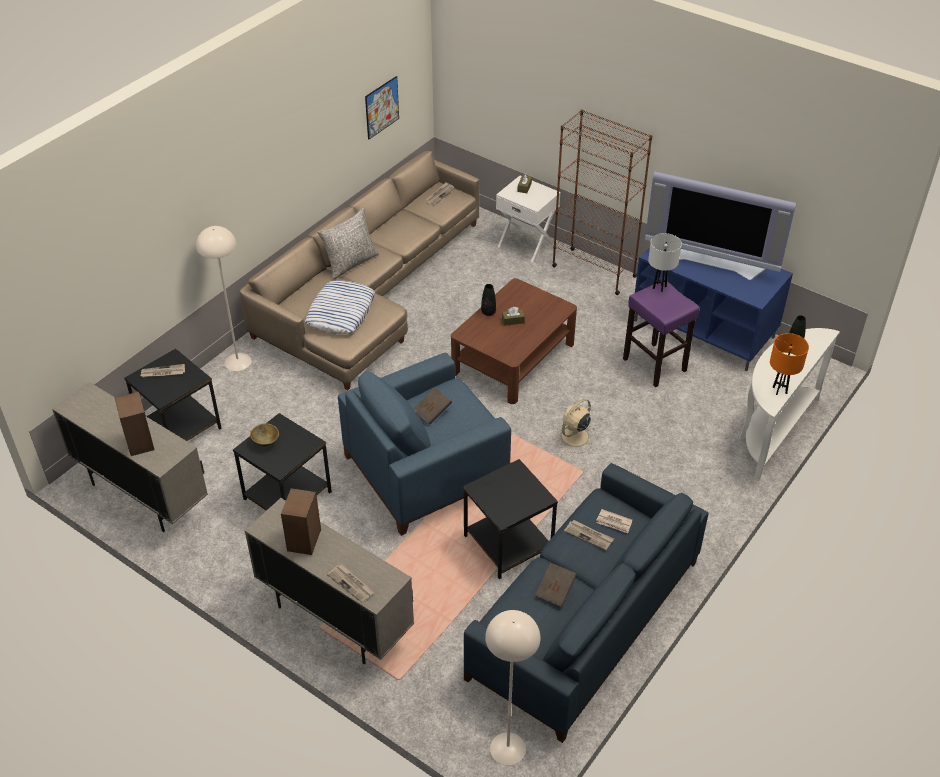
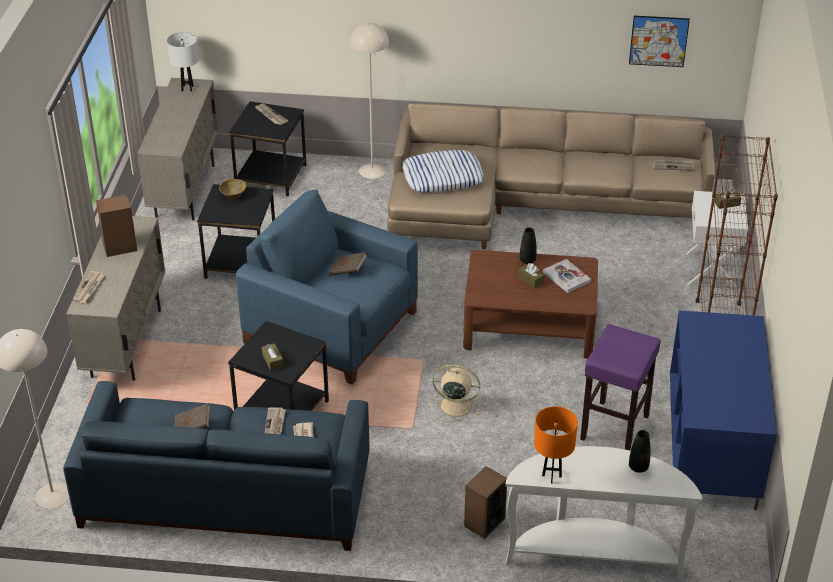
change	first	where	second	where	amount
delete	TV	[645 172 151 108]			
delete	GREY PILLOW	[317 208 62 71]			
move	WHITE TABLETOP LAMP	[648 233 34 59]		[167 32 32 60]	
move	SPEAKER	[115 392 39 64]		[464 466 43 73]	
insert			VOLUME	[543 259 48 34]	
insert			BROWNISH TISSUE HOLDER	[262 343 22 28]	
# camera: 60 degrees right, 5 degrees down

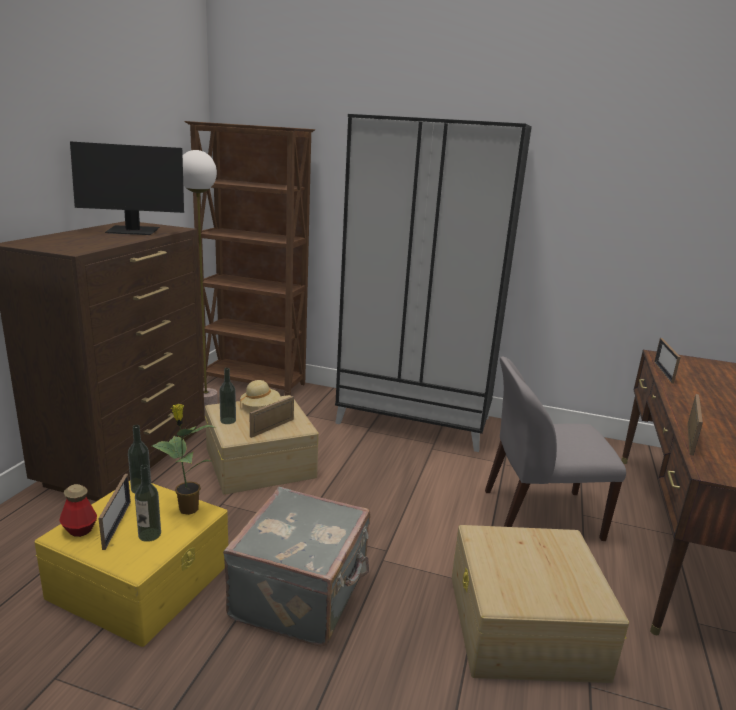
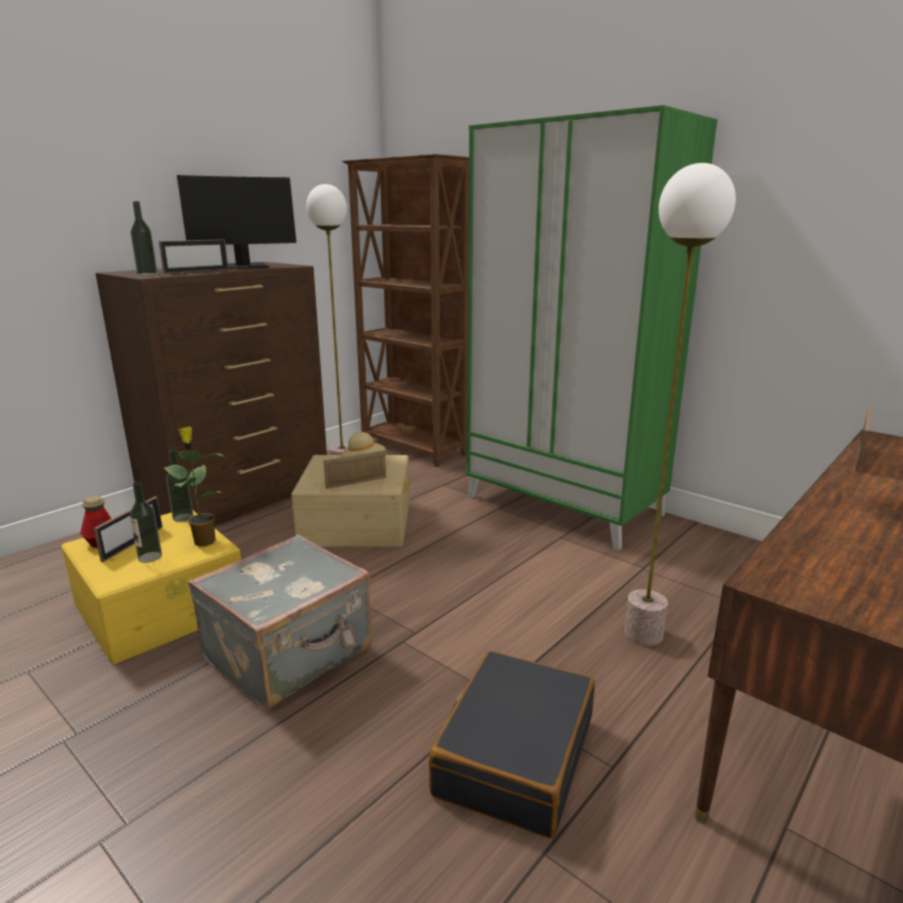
change	first	where	second	where	amount
recolor	BLACKISH ARMOIRE	[335 114 197 338]	GREENISH ARMOIRE	[466 105 252 445]	
rotate	COMPUTER SCREEN	[70 141 114 94]		[177 175 119 94]	45 degrees counterclockwise
replace	GREY CHAIR	[485 357 141 184]	FLOOR LAMP	[624 163 112 483]	
move	BOTTLE	[219 368 17 56]		[130 201 27 74]	
move	STANDING FRAME	[687 394 16 62]		[159 239 69 35]	
replace	BEIGE STORAGE BOX	[452 525 177 158]	BLACKISH TRAVEL CASE	[429 651 166 188]	
# camera: 25 degrees right, 0 degrees up

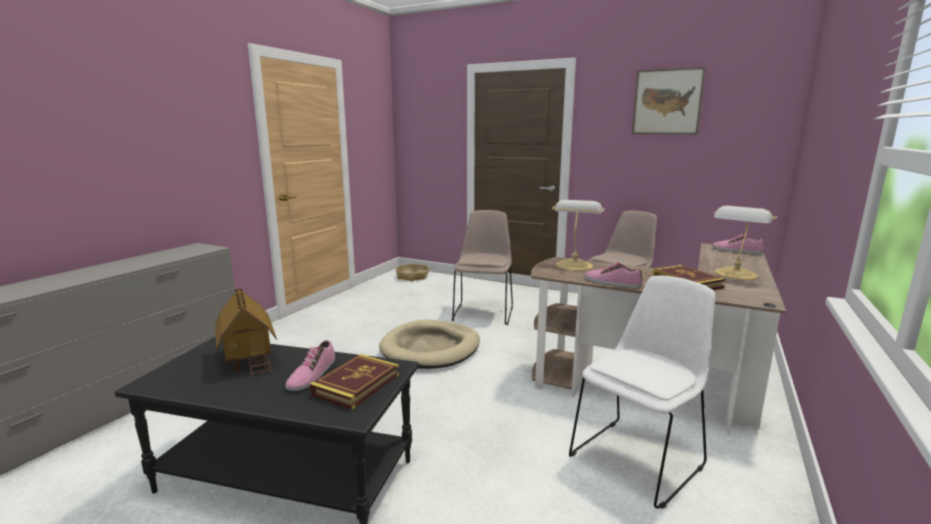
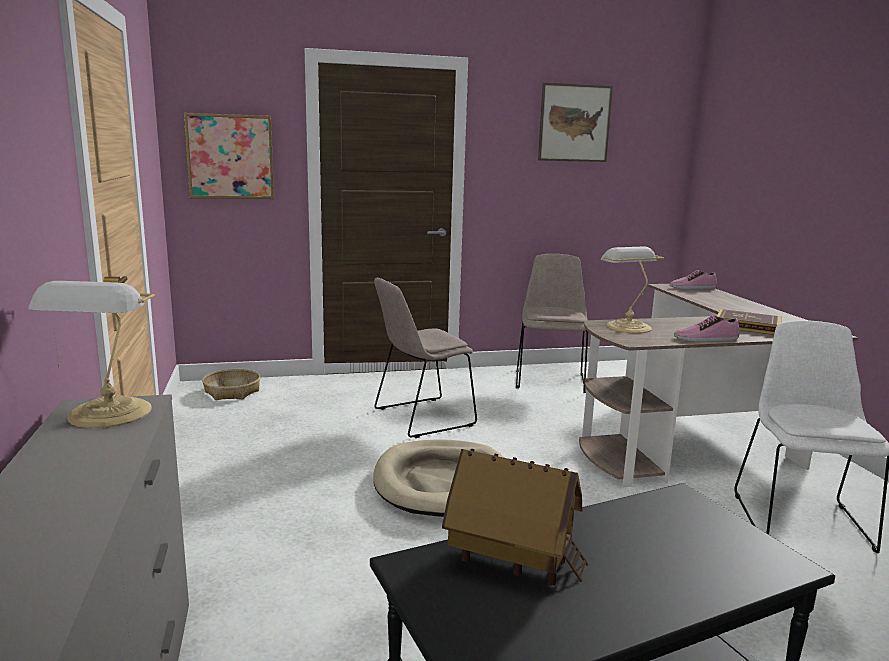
change	first	where	second	where	amount
move	TABLETOP LAMP	[713 206 64 74]		[28 281 127 147]	
rotate	BEIGE CHAIR	[452 210 61 115]		[374 278 103 160]	90 degrees counterclockwise
delete	SHOE	[285 340 50 51]			
delete	VOLUME	[310 354 89 56]			
insert			WALL ART	[184 113 90 86]	
# camera: 40 degrees left, 0 degrees up

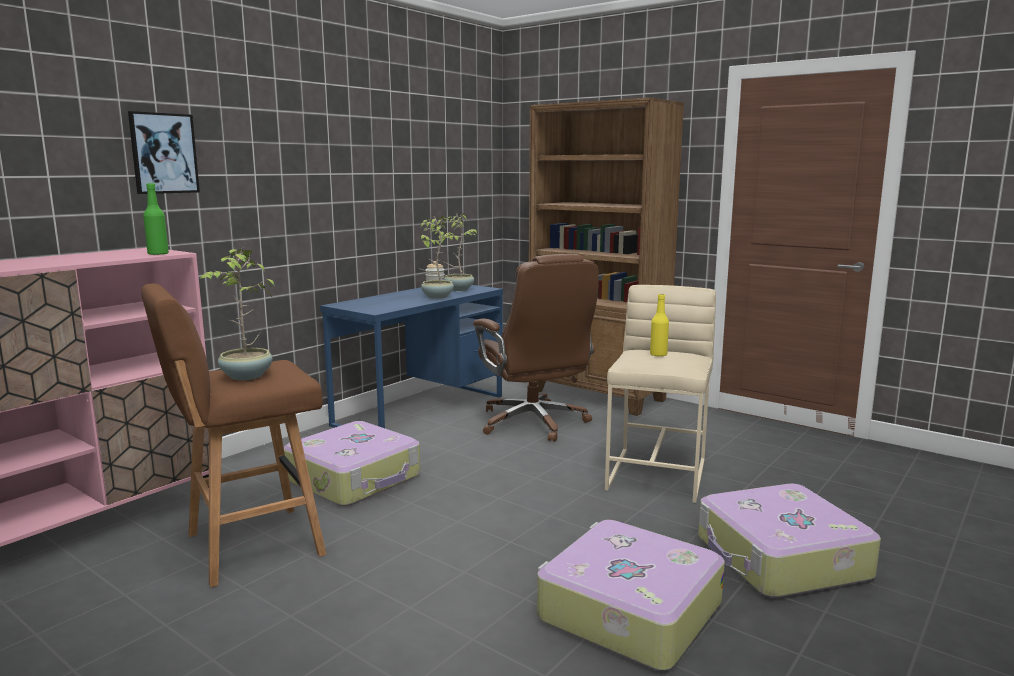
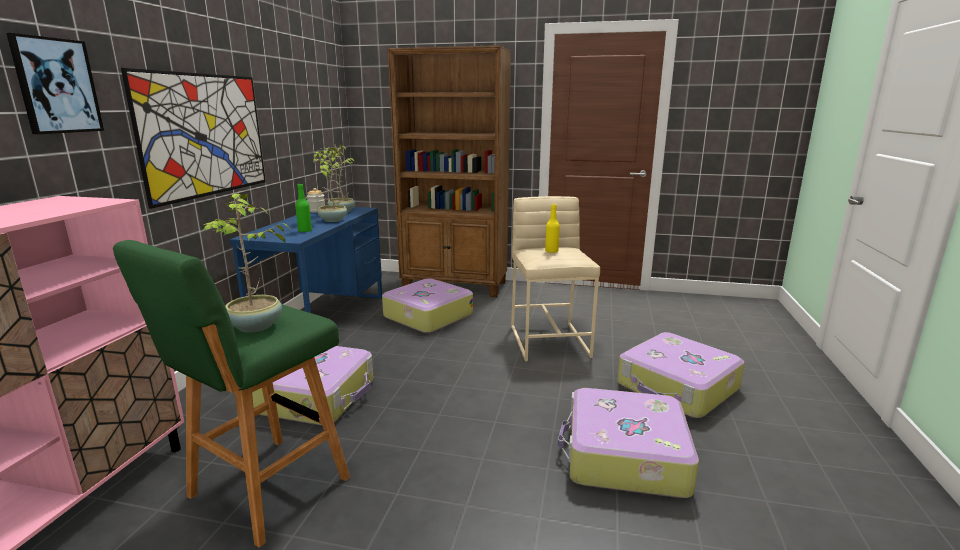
change	first	where	second	where	amount
move	GREENISH BOTTLE	[143 183 26 72]		[295 184 17 48]	
replace	BROWNISH COMPUTER CHAIR	[473 254 126 188]	TRAVEL CASE	[382 278 91 55]	
recolor	BROWNISH STOOL SEAT	[141 284 185 303]	GREENISH STOOL SEAT	[113 240 237 308]	
insert			WALL ART	[121 68 145 141]	
# camera: 25 degrees left, 5 degrees up

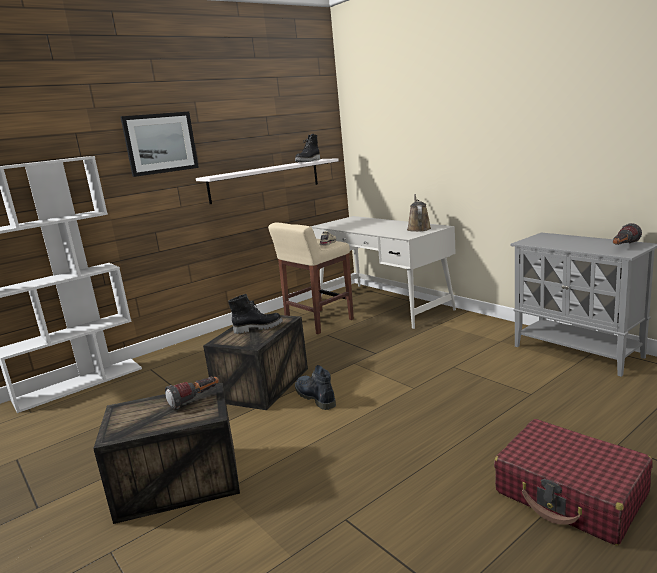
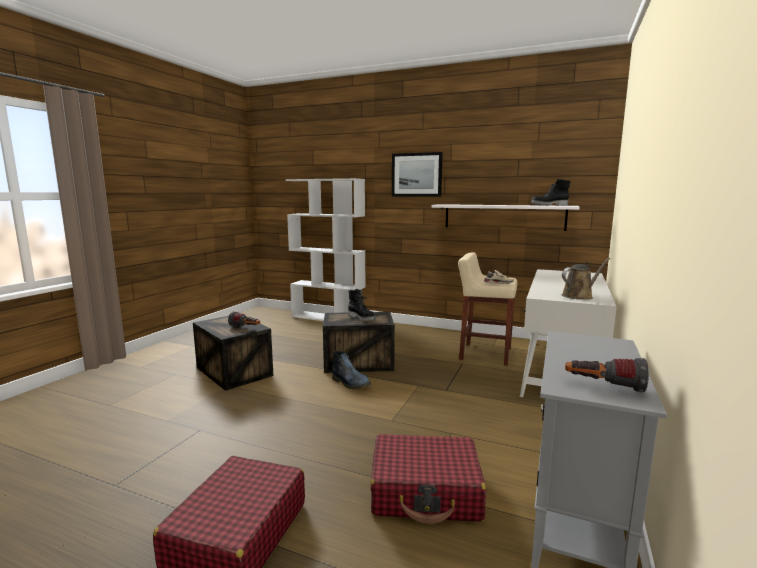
change	first	where	second	where	amount
rotate	HIGH-TOP BOOT	[295 365 41 45]		[332 351 39 38]	105 degrees clockwise
insert			REDDISH TRAVEL CASE	[370 434 116 90]	
# camera: 60 degrees right, 5 degrees down

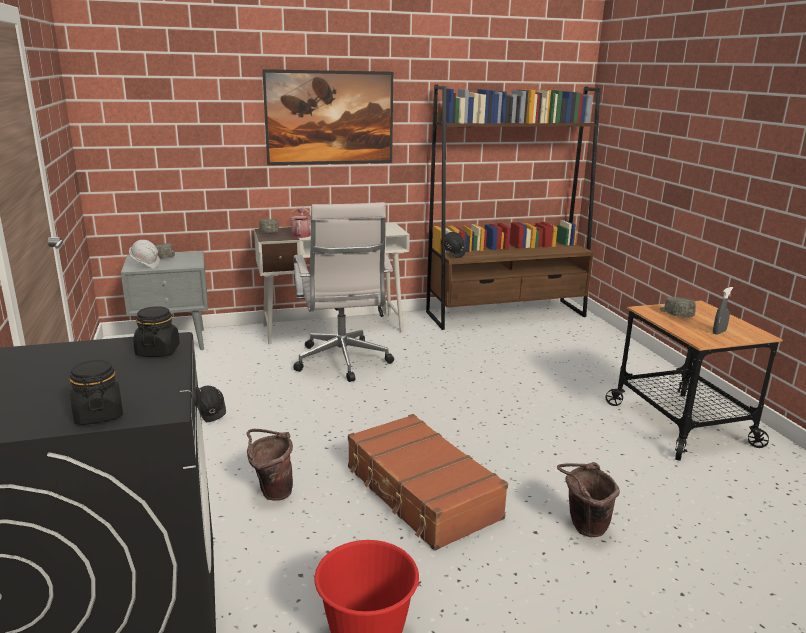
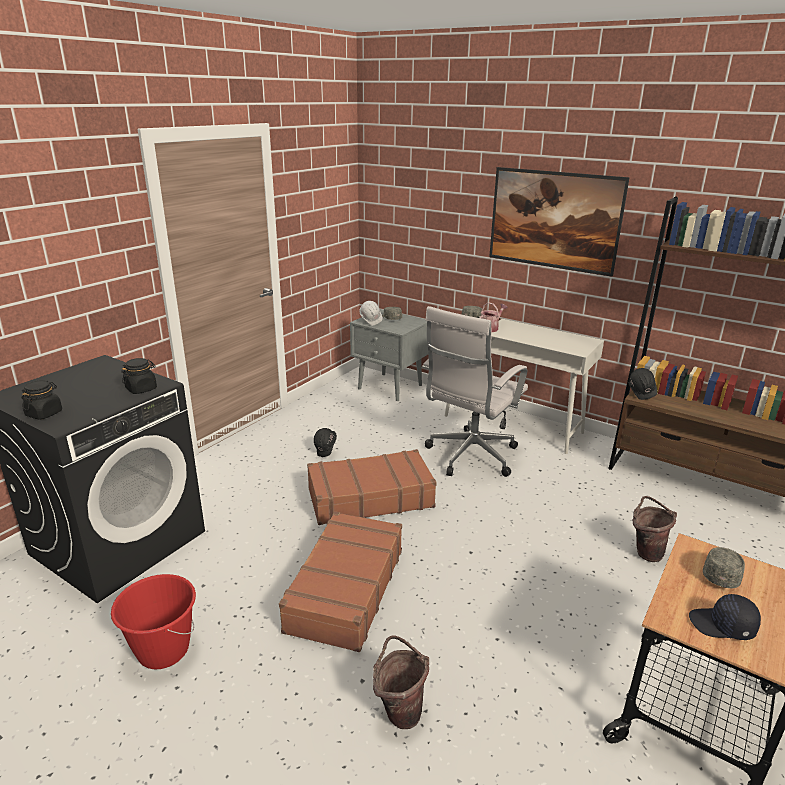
change	first	where	second	where	amount
replace	GREY HAND SPRAYER	[713 287 20 48]	BLACKISH CAP	[689 594 72 46]	
move	BROWNISH WATER BUCKET	[247 429 46 72]		[633 496 44 66]	
insert			BROWNISH TRAVEL CASE	[307 449 130 76]	
# camera: 50 degrees right, 5 degrees up

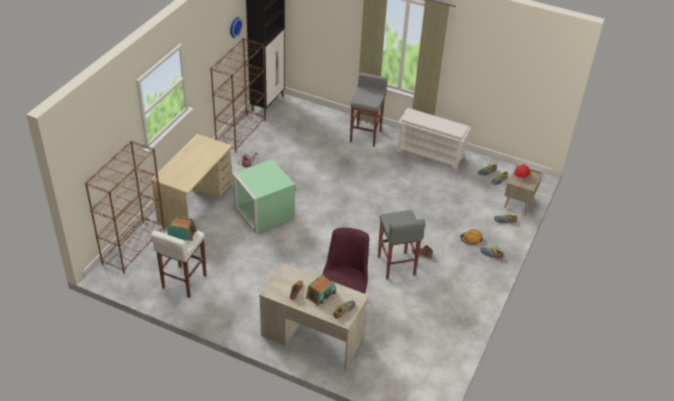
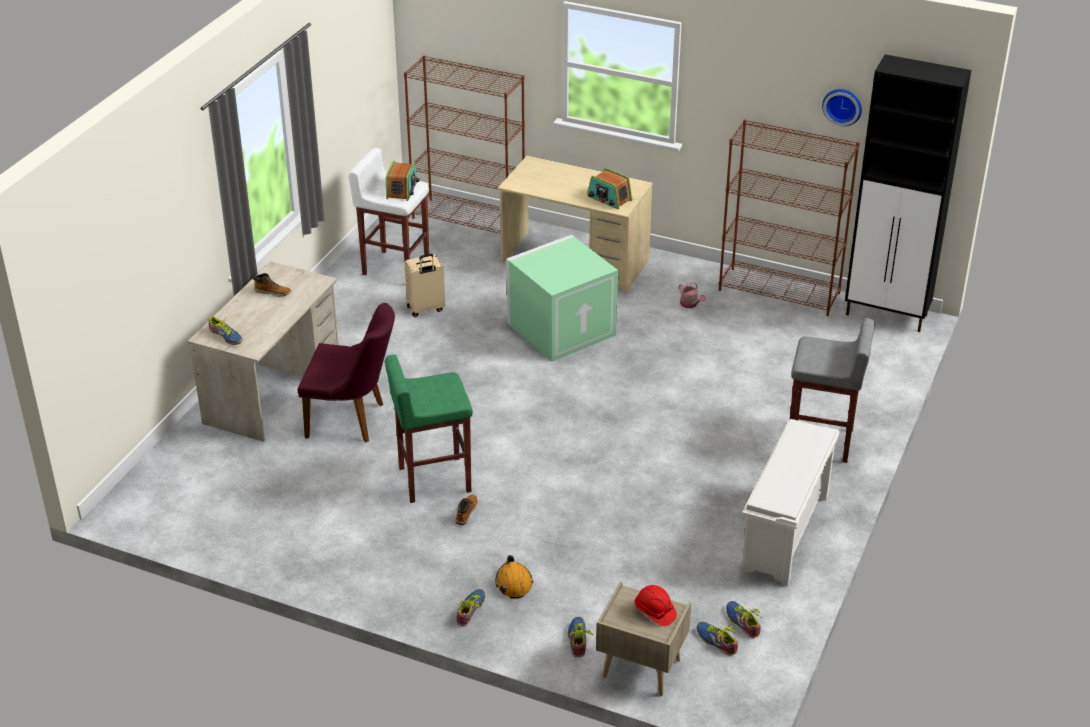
change	first	where	second	where	amount
recolor	GREY STOOL SEAT	[378 210 48 70]	GREENISH STOOL SEAT	[385 354 88 149]	
move	RADIO SET	[306 274 30 32]		[587 168 45 41]	
insert			BEIGE TRAVEL CASE	[405 254 40 63]	
# camera: 90 degrees right, 5 degrees down

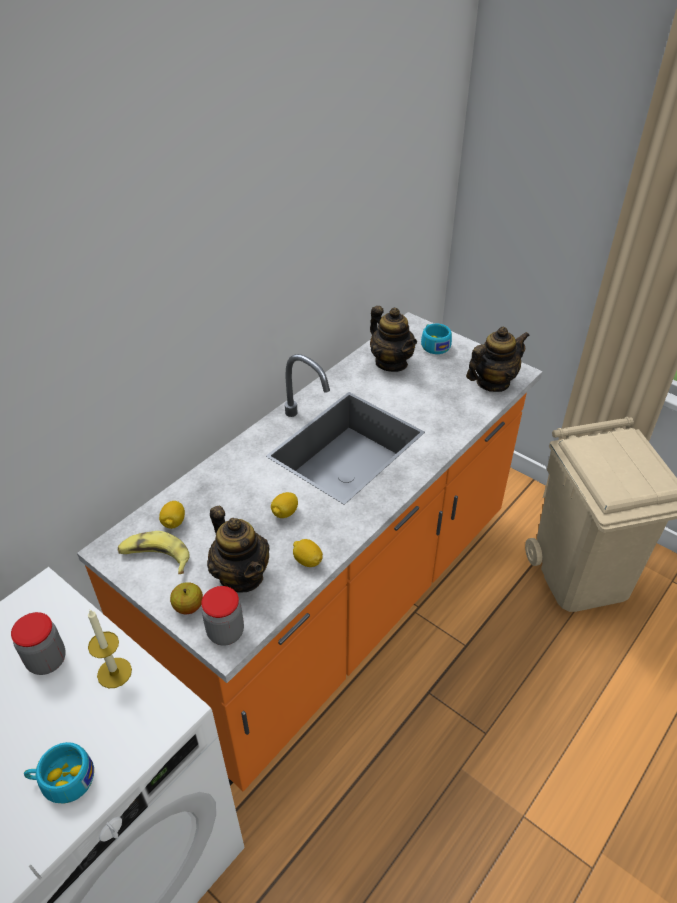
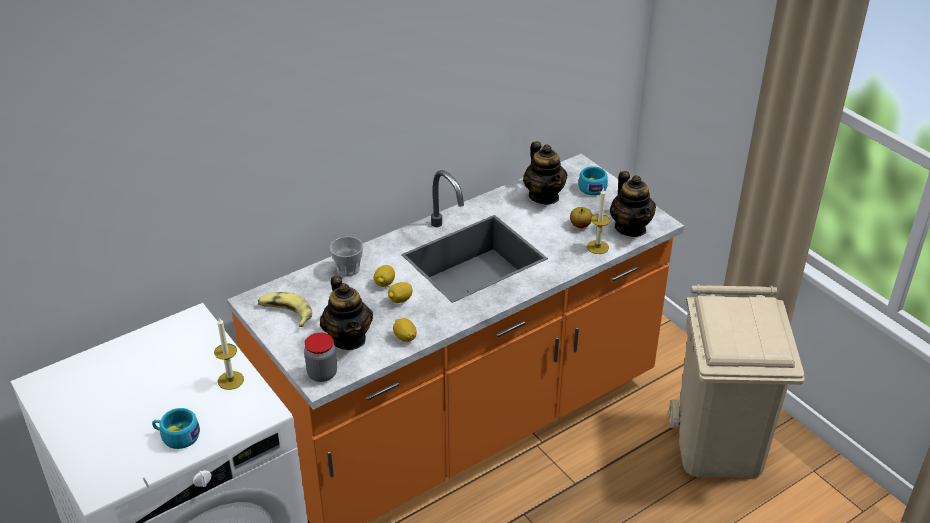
change	first	where	second	where	amount
rotate	POT FOR TEA	[466 327 64 65]		[610 171 46 66]	90 degrees clockwise
move	WHOLE LEMON	[159 501 26 28]		[373 265 22 22]	
move	APPLE FRUIT	[170 582 33 32]		[570 207 22 21]	
delete	PRESERVE JAR	[11 612 55 63]			
insert			CANDLE	[587 188 23 66]	
insert			DRINKING CUP	[330 236 33 41]	
# camera: 15 degrees right, 5 degrees down

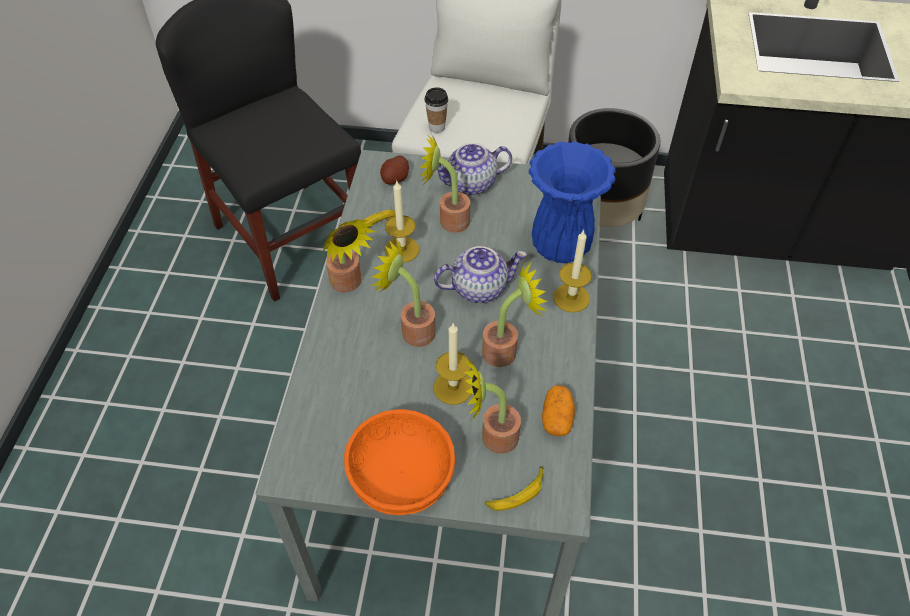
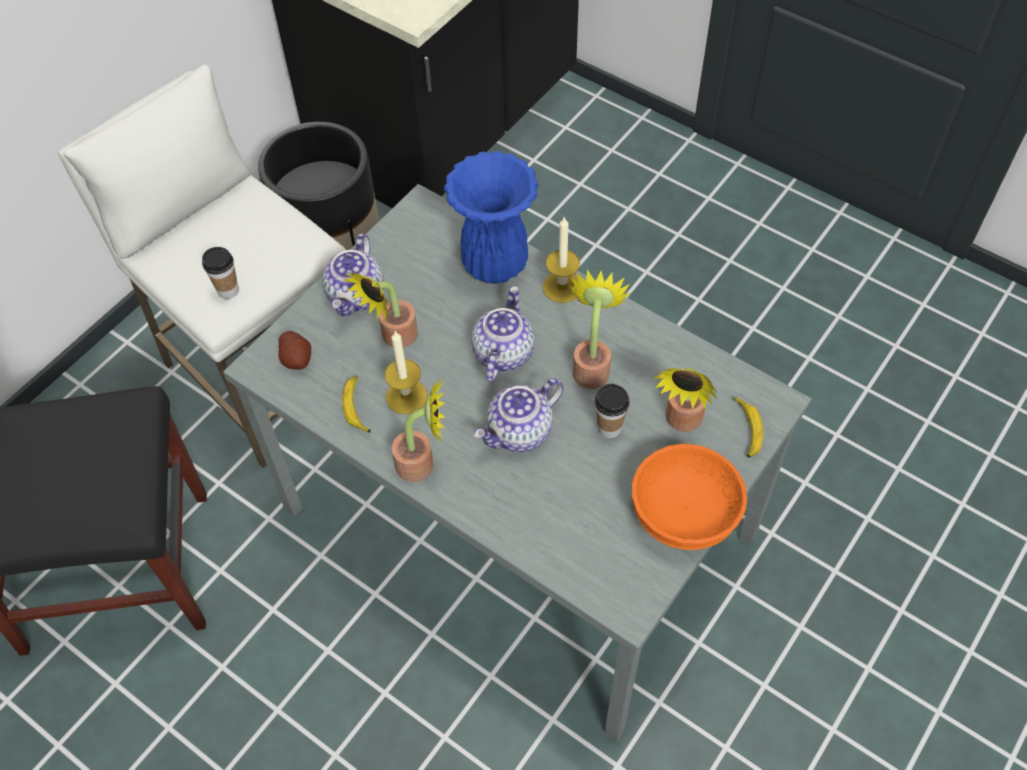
change	first	where	second	where	amount
replace	PLANT IN A POT	[371 237 65 110]	POT FOR TEA	[474 378 89 74]	
replace	CANDLE	[434 322 38 83]	DRINKING CUP	[595 384 35 54]	
delete	POTATO	[542 385 33 51]			
# camera: 60 degrees left, 5 degrees up

